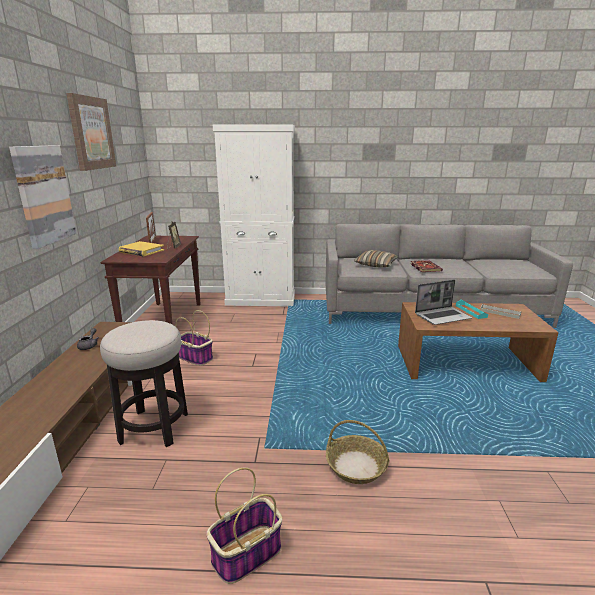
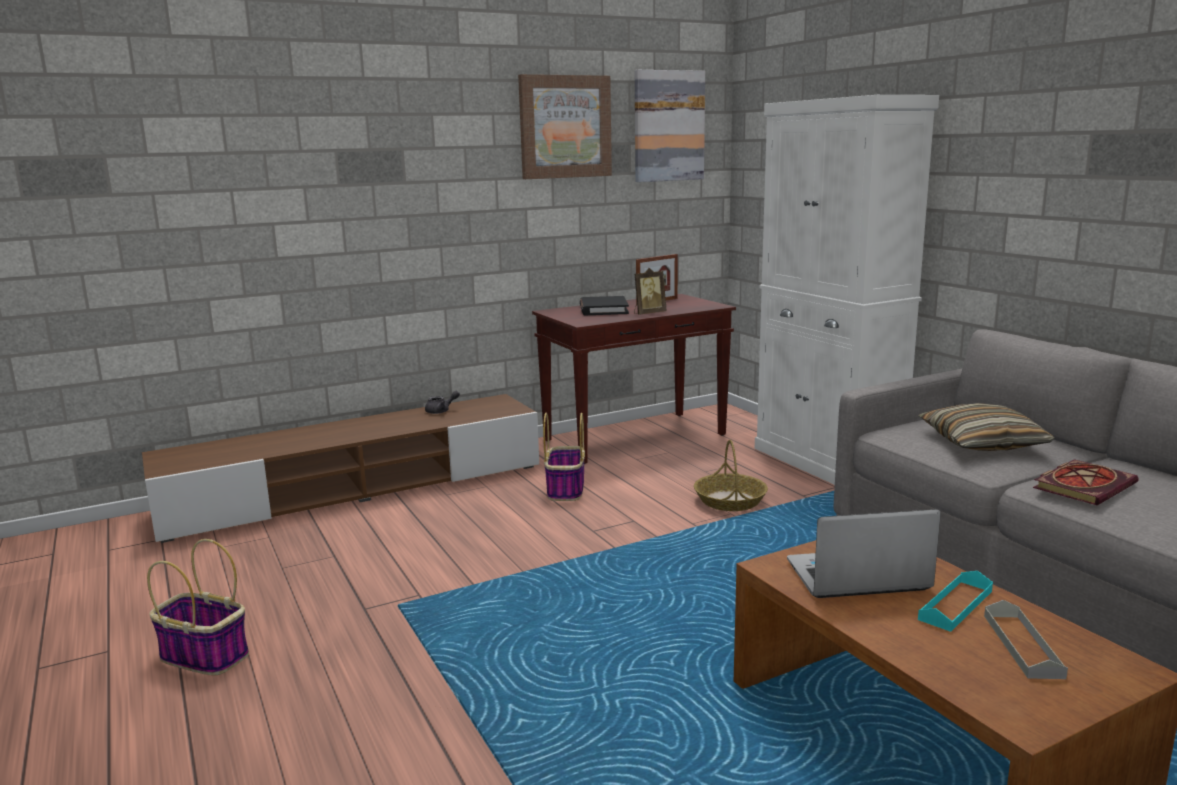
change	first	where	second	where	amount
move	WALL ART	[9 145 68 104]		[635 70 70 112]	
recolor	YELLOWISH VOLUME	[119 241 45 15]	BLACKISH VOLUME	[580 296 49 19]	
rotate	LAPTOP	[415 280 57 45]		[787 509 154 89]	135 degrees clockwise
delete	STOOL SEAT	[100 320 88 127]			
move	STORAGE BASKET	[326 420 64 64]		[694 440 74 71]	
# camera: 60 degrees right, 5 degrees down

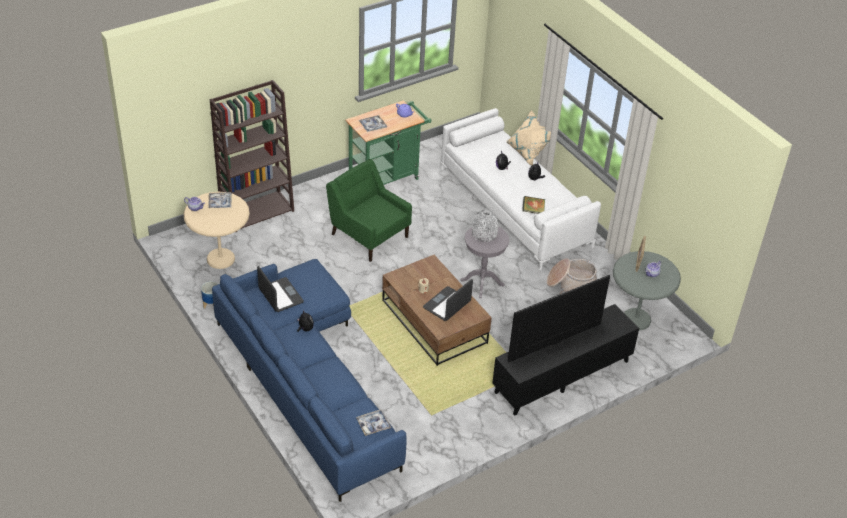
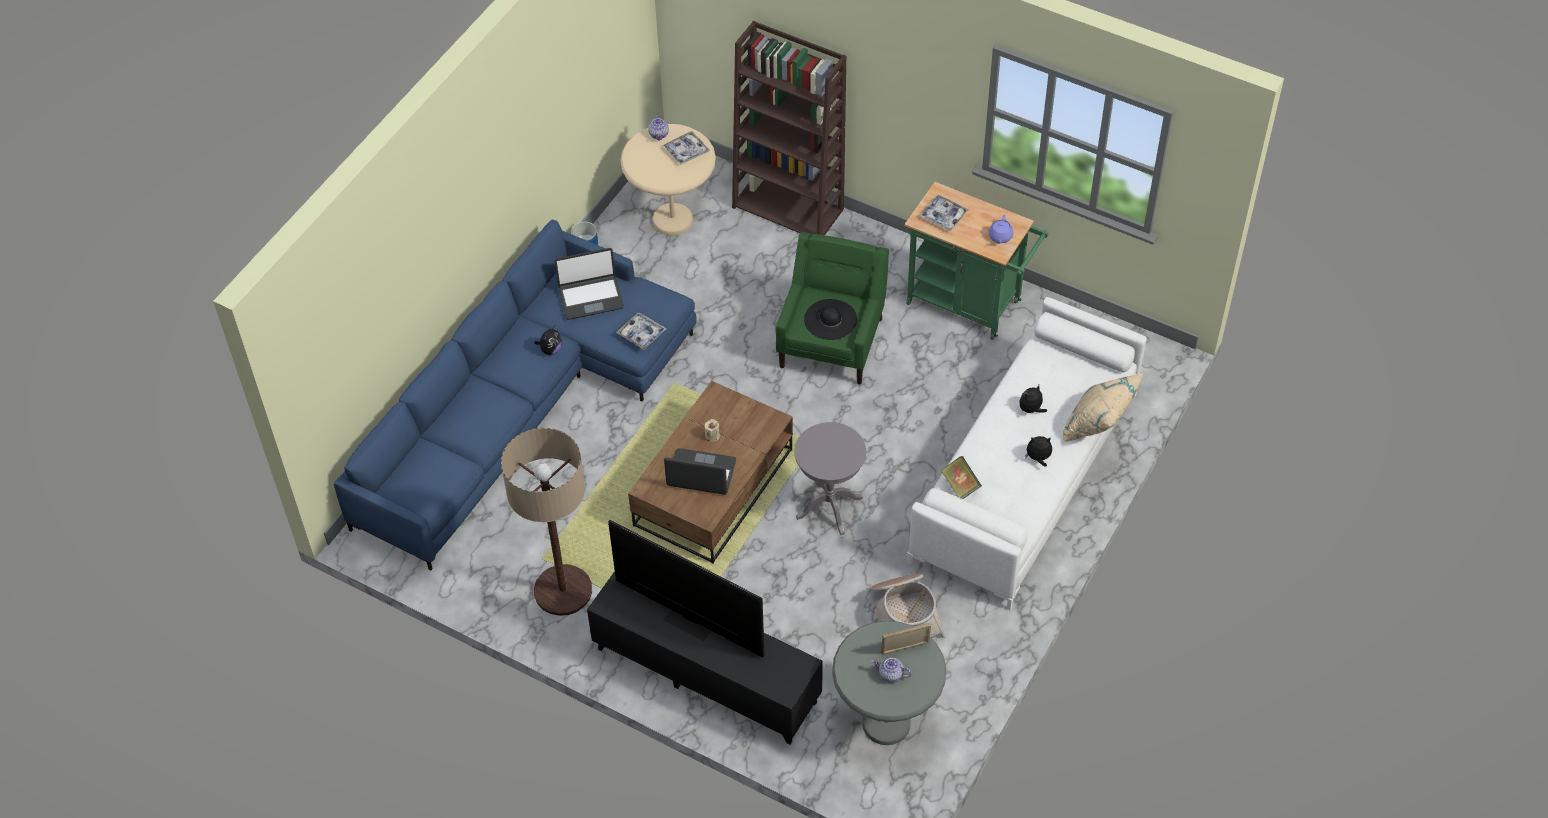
change	first	where	second	where	amount
delete	GREY VASE	[472 210 26 32]			
rotate	LAPTOP	[257 266 47 46]		[555 248 69 72]	45 degrees clockwise
move	TRAY	[356 409 35 27]		[616 312 50 38]	
insert			BLACKISH HAT	[804 299 53 41]	
insert			FLOOR LAMP	[501 428 91 188]	
# camera: 65 degrees right, 10 degrees up

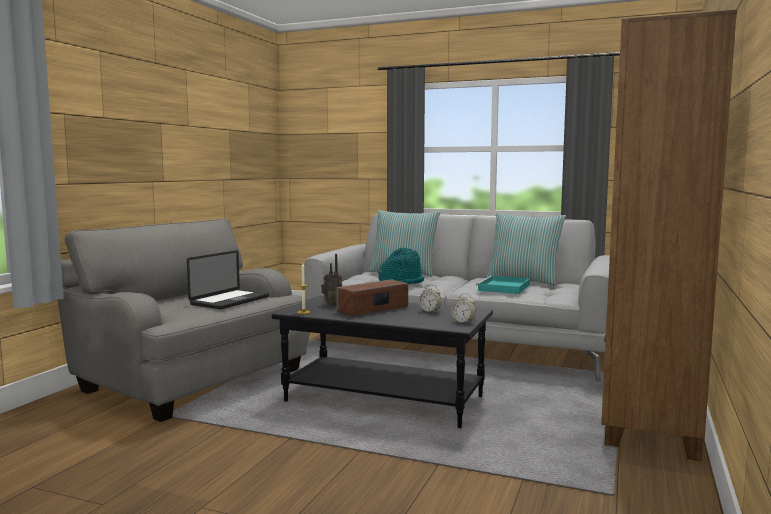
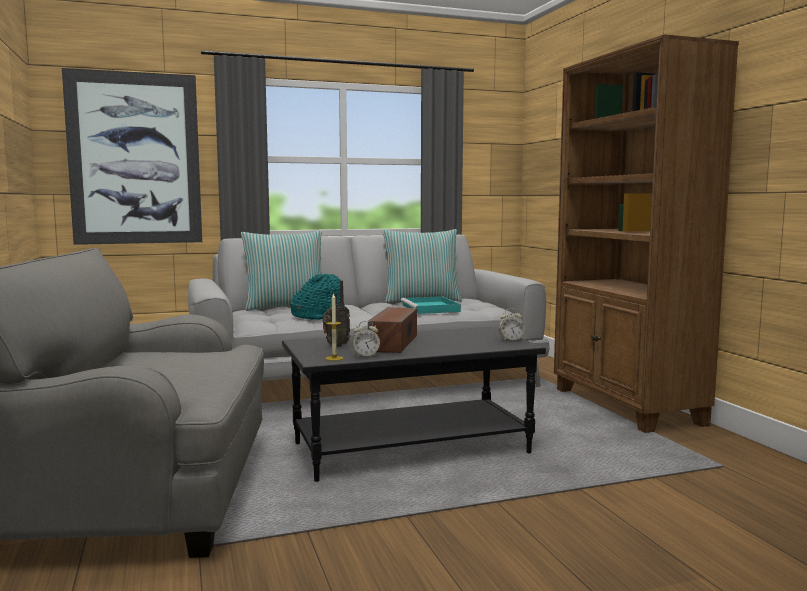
change	first	where	second	where	amount
delete	LAPTOP	[187 250 82 59]			
move	ALARM CLOCK	[419 285 22 28]		[353 321 27 36]	
insert			WALL ART	[62 68 140 177]	
# camera: 40 degrees left, 0 degrees up

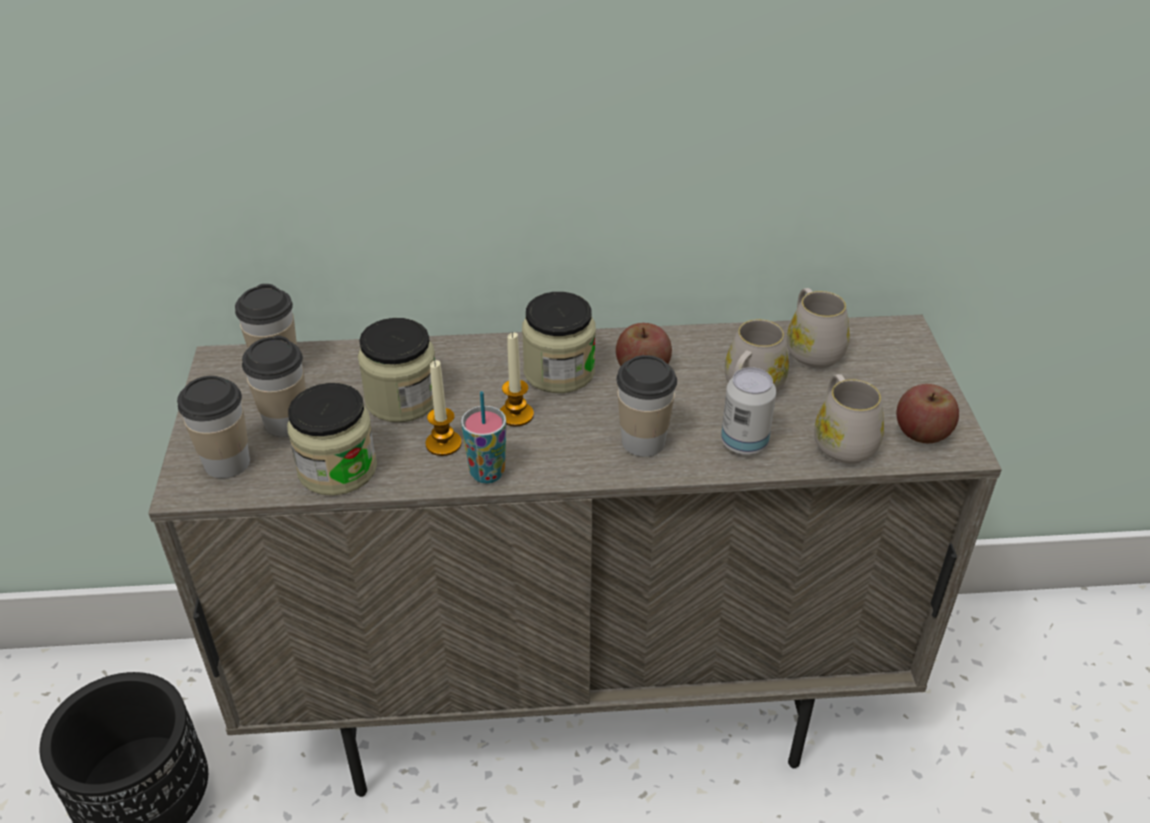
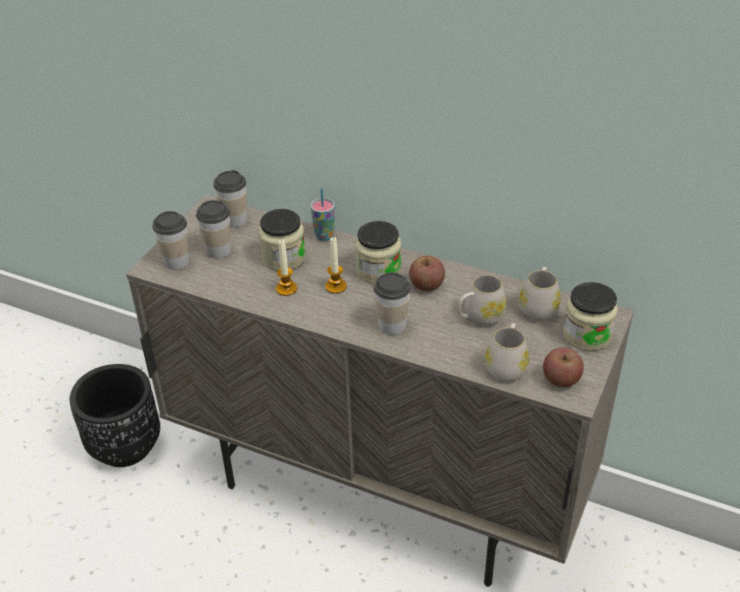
change	first	where	second	where	amount
delete	SEALED CAN	[721 367 55 88]			
move	PRESERVE JAR	[287 383 90 112]		[563 282 55 69]	
move	DRINKING CUP	[461 391 45 93]		[311 188 24 53]	
# camera: 30 degrees right, 0 degrees up

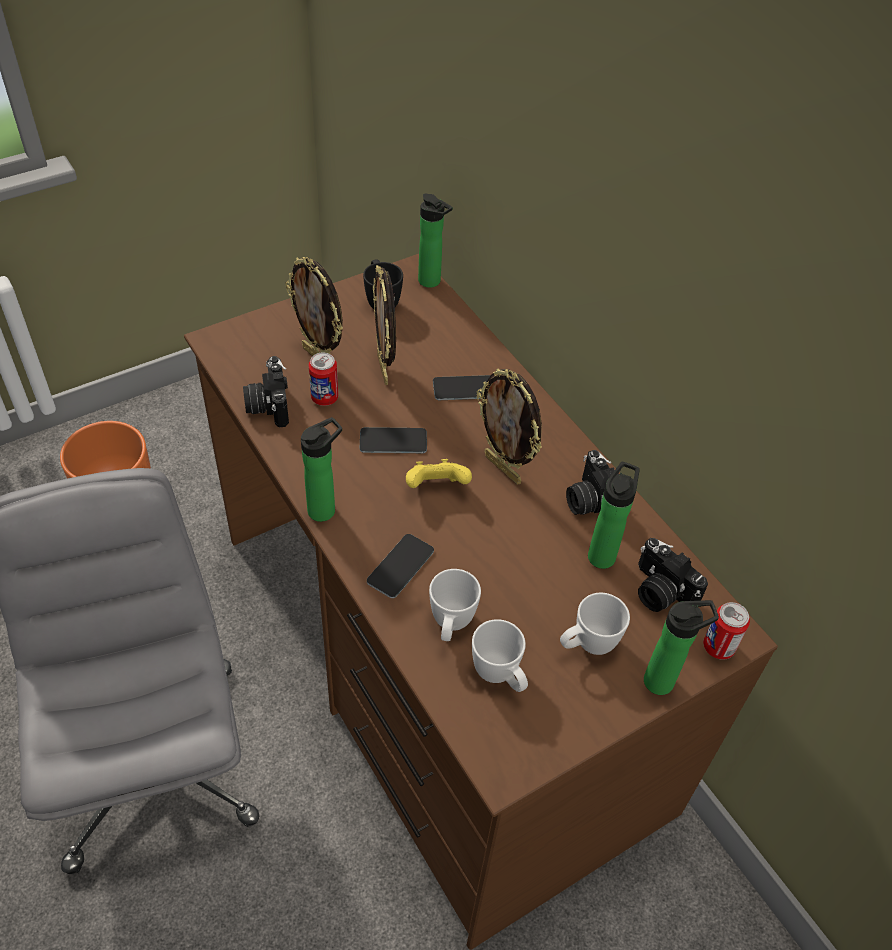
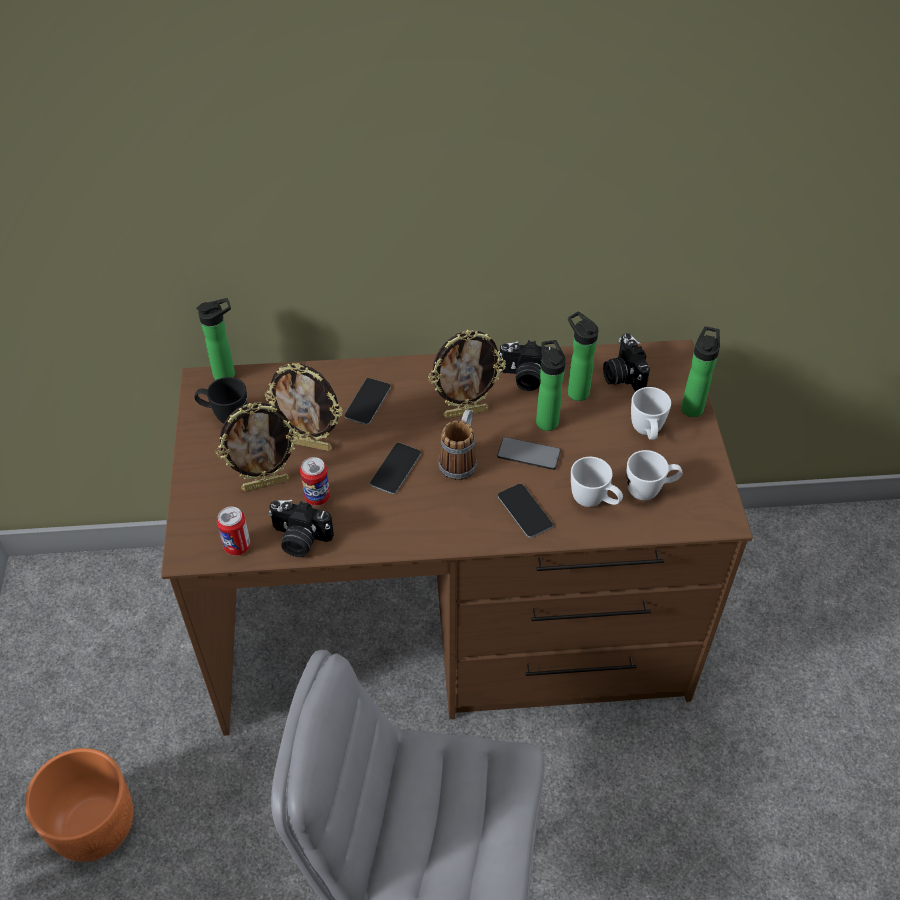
change	first	where	second	where	amount
move	BOTTLE	[301 417 41 105]		[536 340 30 91]	
replace	YELLOWISH GAMEPAD	[406 459 66 29]	COFFEE MUG	[439 409 38 71]	
rotate	PHOTO CAMERA	[638 538 70 74]		[603 333 47 59]	90 degrees clockwise
move	SEALED CAN	[703 602 47 58]		[217 507 34 48]	
insert			HANDSET	[497 437 64 33]	
# camera: 60 degrees left, 0 degrees up

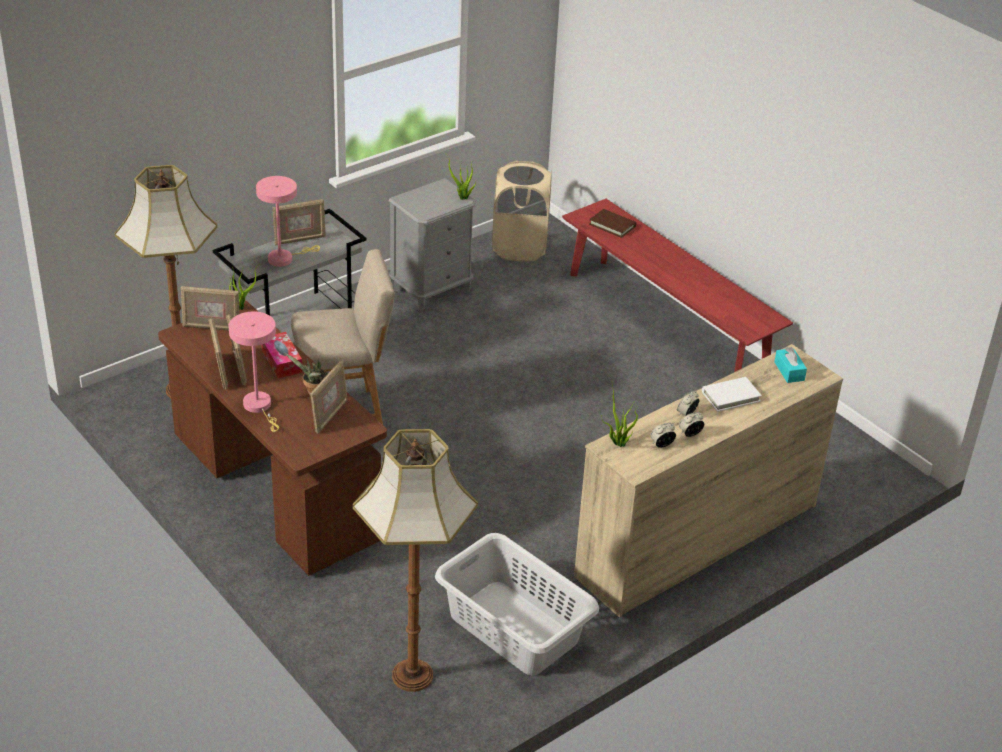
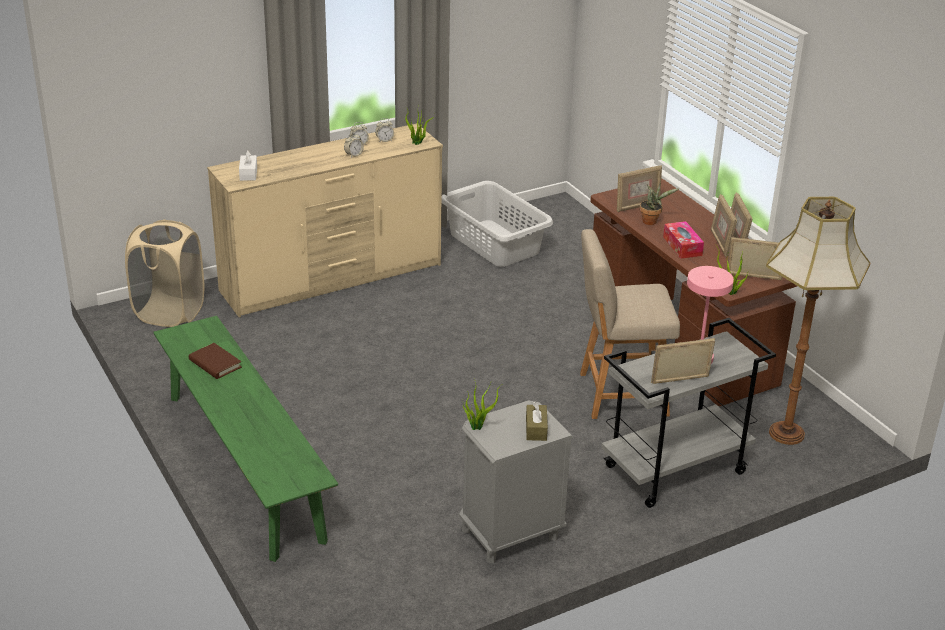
change	first	where	second	where	amount
move	BEIGE HAMPER	[492 161 60 100]		[125 220 79 107]	
recolor	REDDISH BENCH	[562 199 231 173]	GREENISH BENCH	[153 316 185 246]	
move	BROWNISH VOLUME	[589 209 47 29]		[189 343 53 36]	
delete	PINK TABLETOP LAMP	[229 312 50 120]			
recolor	TURQUOISE-COLOURED TISSUE HOLDER	[774 347 33 36]	WHITE TISSUE HOLDER	[239 150 18 31]	
rotate	STANDING FRAME	[310 361 38 73]		[617 165 45 47]	150 degrees counterclockwise
delete	WHITE VOLUME	[702 377 60 35]			
delete	FLOOR LAMP	[353 429 125 263]			
insert			BROWNISH TISSUE HOLDER	[526 402 22 39]	
# camera: 170 degrees left, 5 degrees down

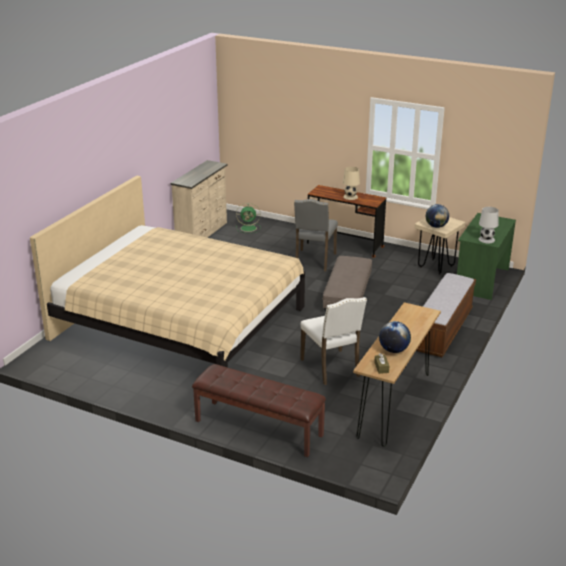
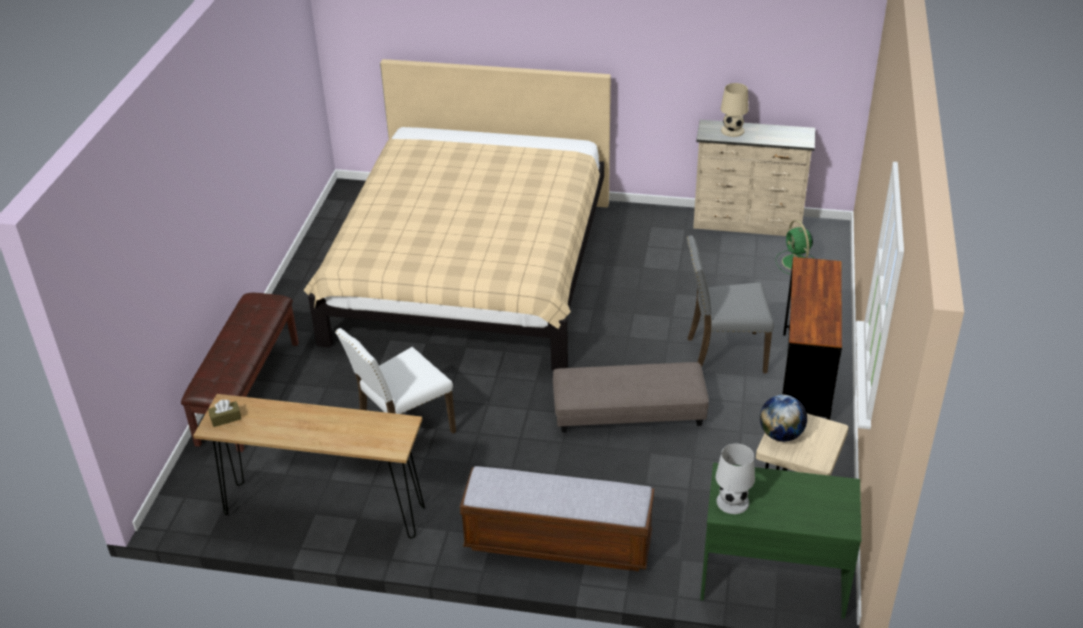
change	first	where	second	where	amount
move	BEIGE TABLETOP LAMP	[343 167 17 33]		[721 83 28 54]	
delete	WORLD GLOBE	[379 321 32 32]			
# camera: 75 degrees right, 10 degrees up

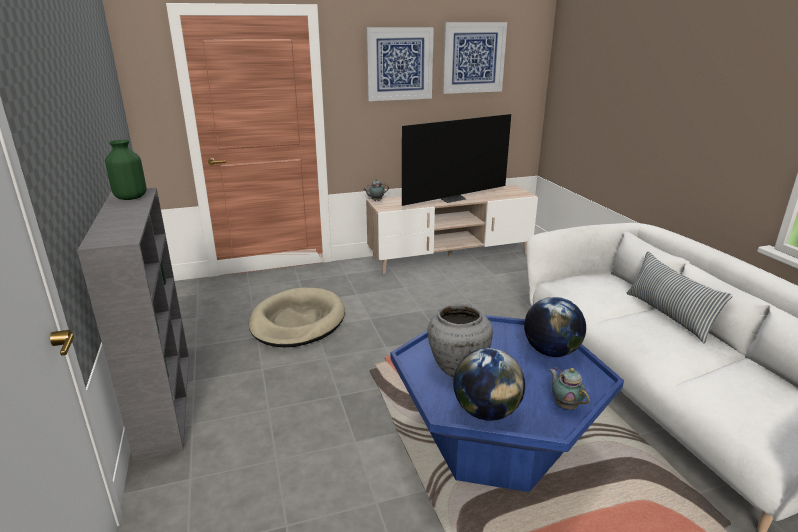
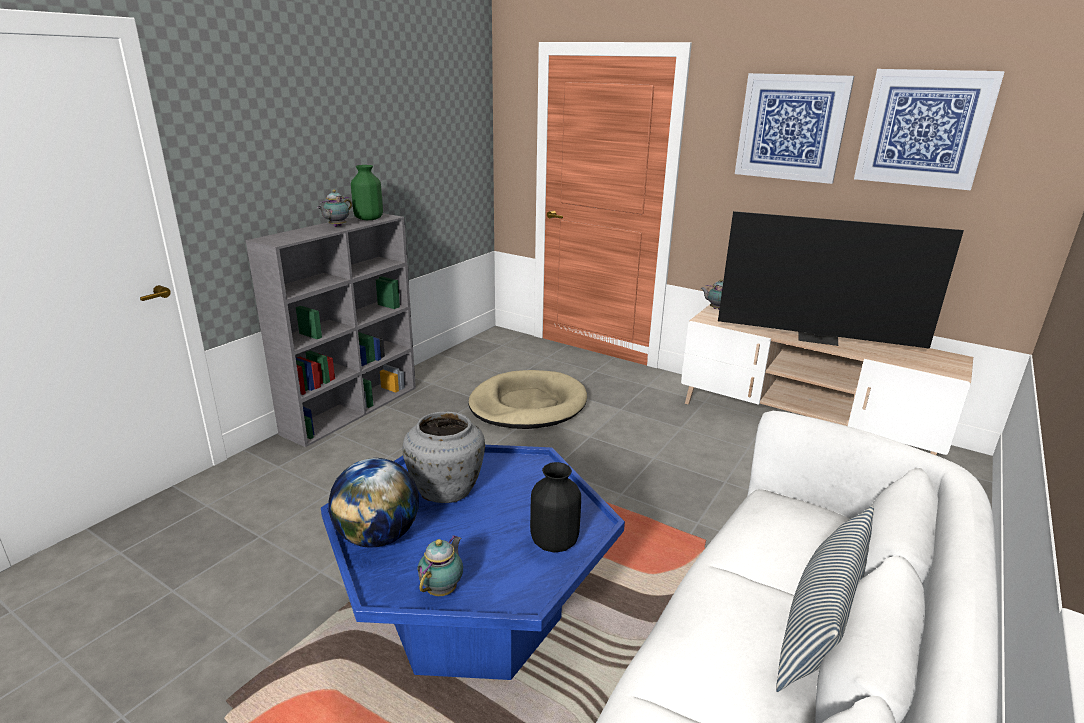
change	first	where	second	where	amount
replace	WORLD GLOBE	[524 297 62 60]	BLACKISH VASE	[530 462 51 91]	
insert			POT FOR TEA	[317 190 35 37]	
# camera: 50 degrees right, 0 degrees up

